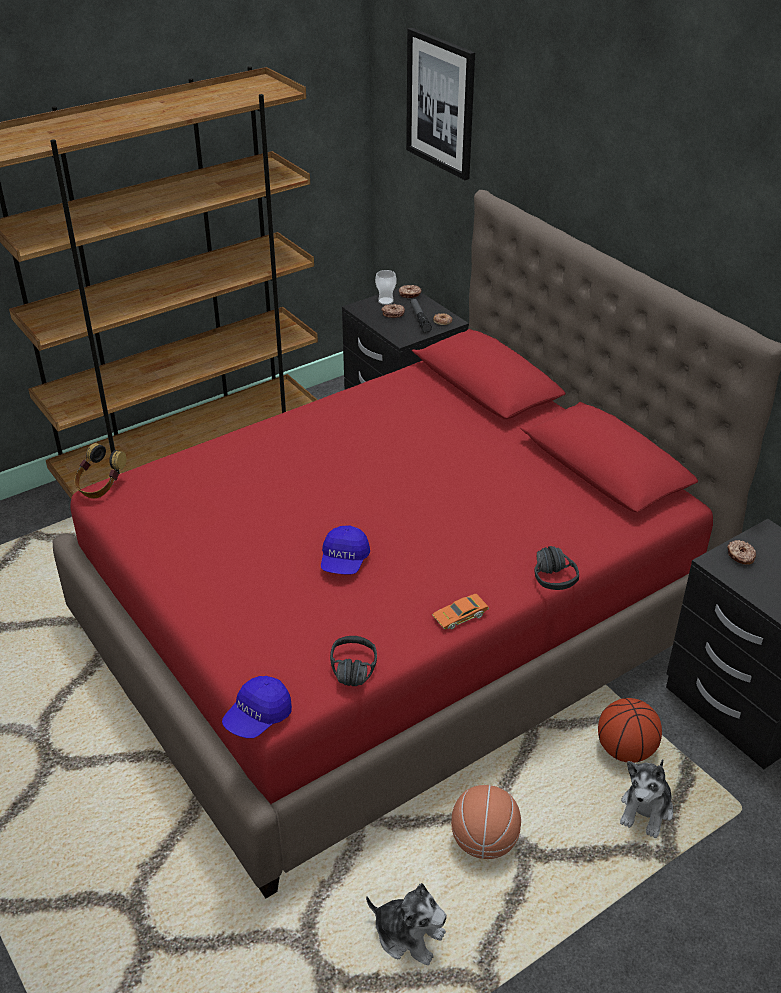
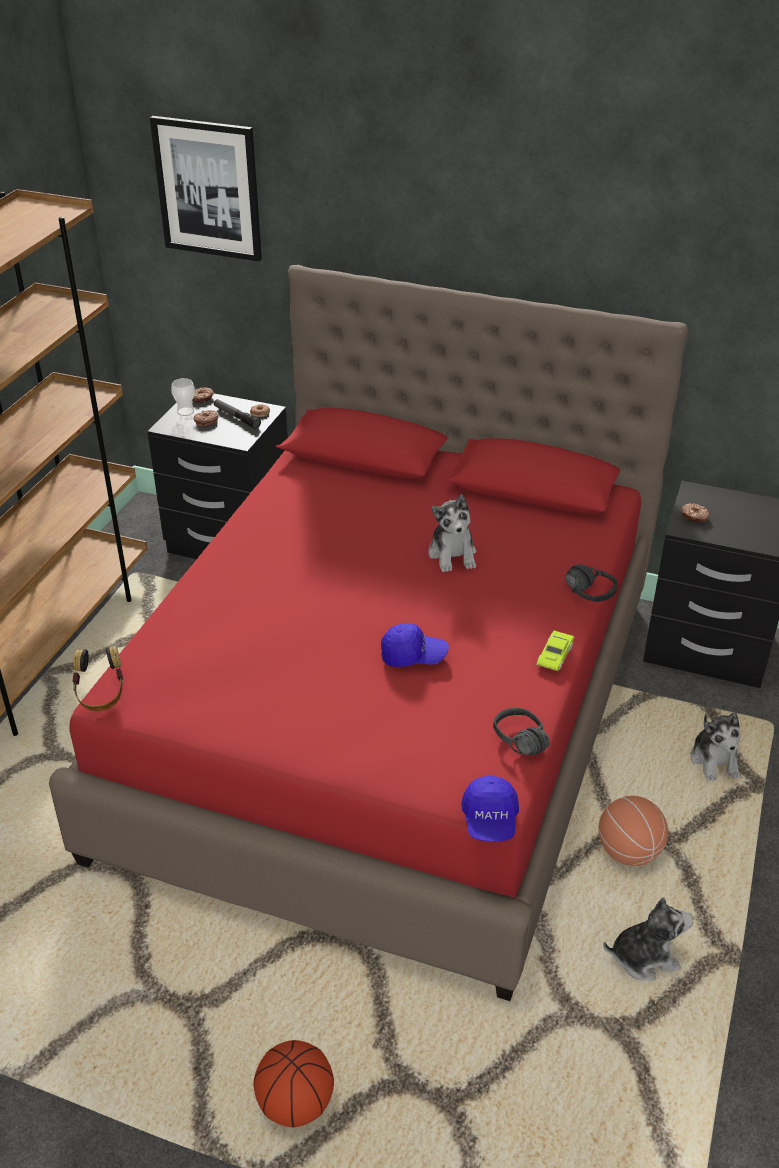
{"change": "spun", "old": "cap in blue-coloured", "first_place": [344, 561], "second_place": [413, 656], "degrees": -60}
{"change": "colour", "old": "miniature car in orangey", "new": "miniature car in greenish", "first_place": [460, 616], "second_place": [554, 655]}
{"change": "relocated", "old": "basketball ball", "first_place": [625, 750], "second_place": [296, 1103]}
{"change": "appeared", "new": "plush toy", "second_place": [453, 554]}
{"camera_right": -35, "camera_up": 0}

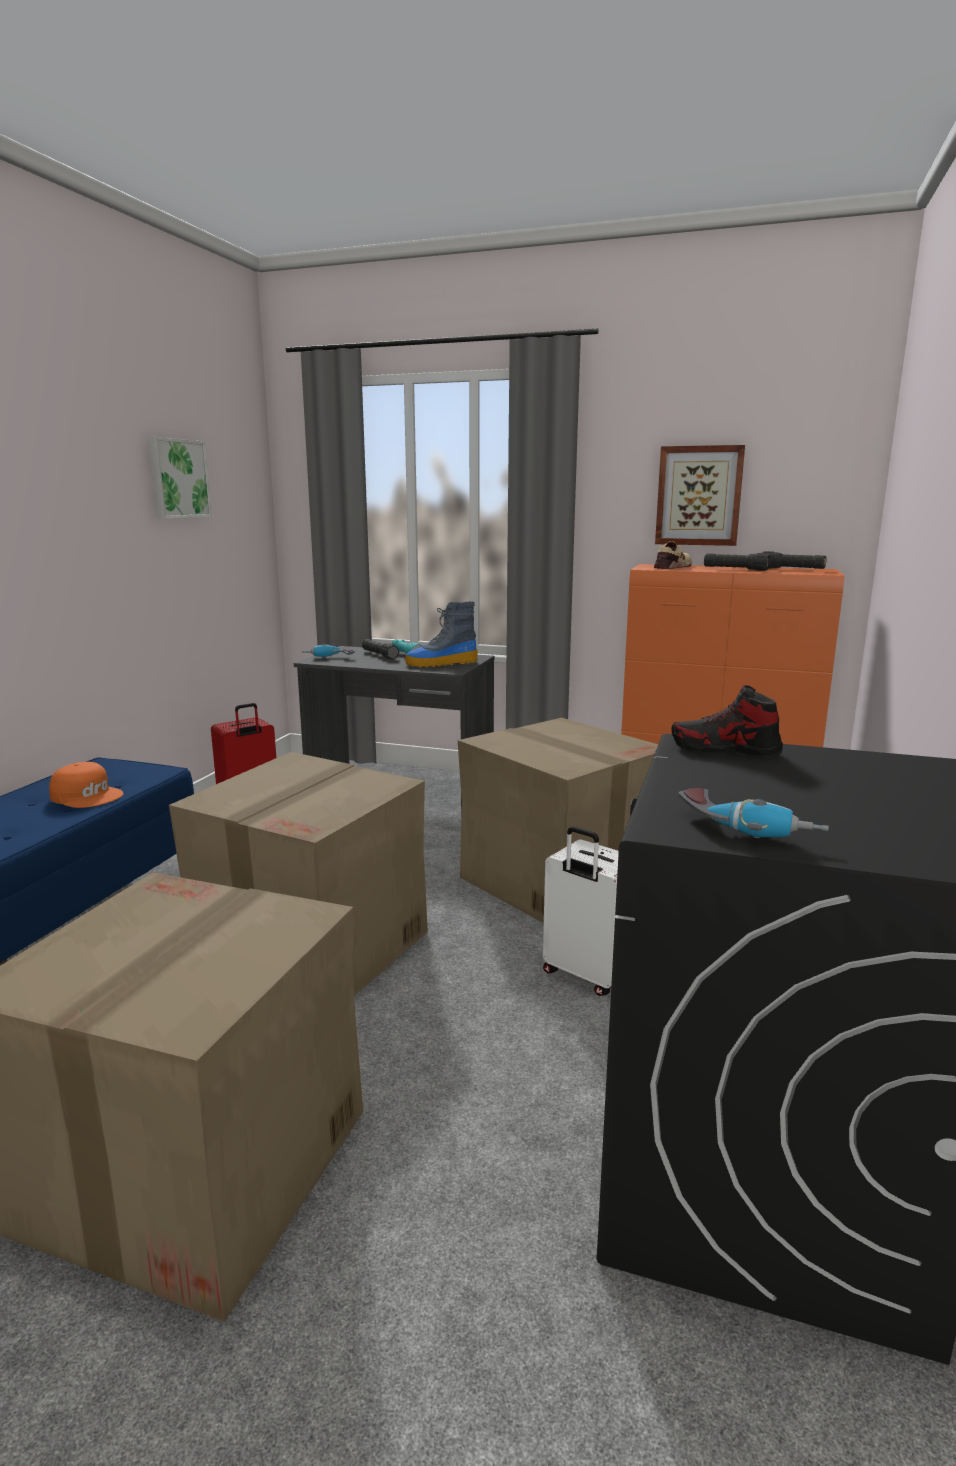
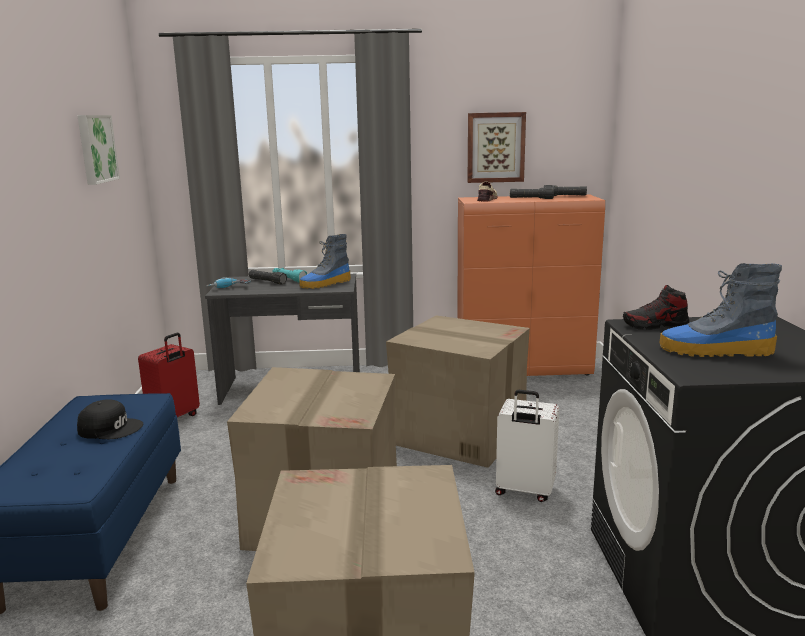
{"change": "colour", "old": "cap in orangey", "new": "cap in black", "first_place": [87, 795], "second_place": [110, 428]}
{"change": "missing", "old": "electric drill", "first_place": [747, 829]}
{"change": "appeared", "new": "boot", "second_place": [715, 351]}
{"camera_right": -20, "camera_up": 0}

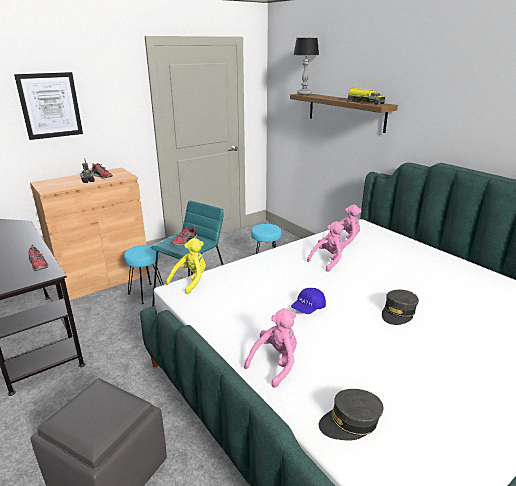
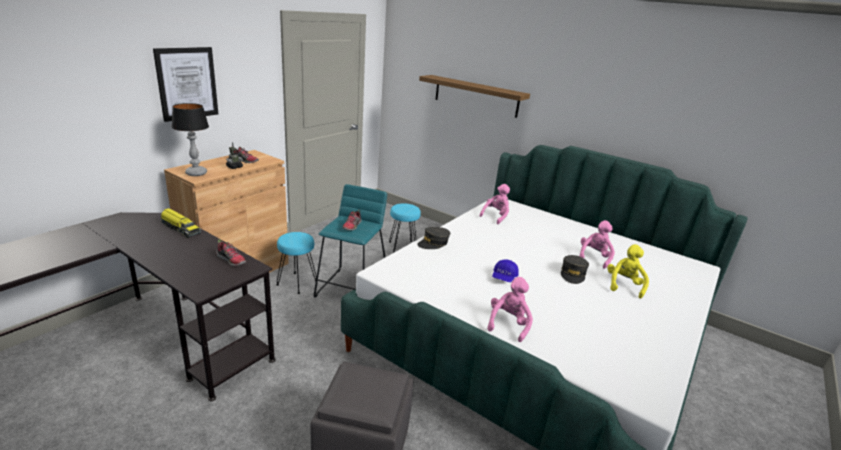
{"change": "relocated", "old": "plush toy in yellow-coloured", "first_place": [190, 281], "second_place": [624, 285]}
{"change": "relocated", "old": "lamp for a table", "first_place": [304, 94], "second_place": [196, 173]}
{"change": "relocated", "old": "plush toy in pinkish", "first_place": [328, 261], "second_place": [594, 257]}
{"change": "relocated", "old": "cap in gray", "first_place": [350, 422], "second_place": [433, 243]}
{"change": "relocated", "old": "model truck", "first_place": [365, 102], "second_place": [180, 229]}
{"camera_right": -20, "camera_up": 0}

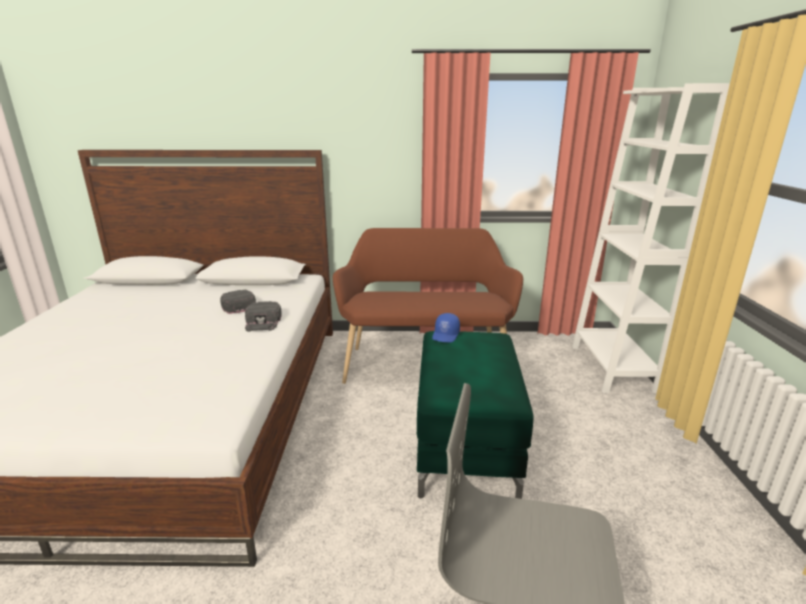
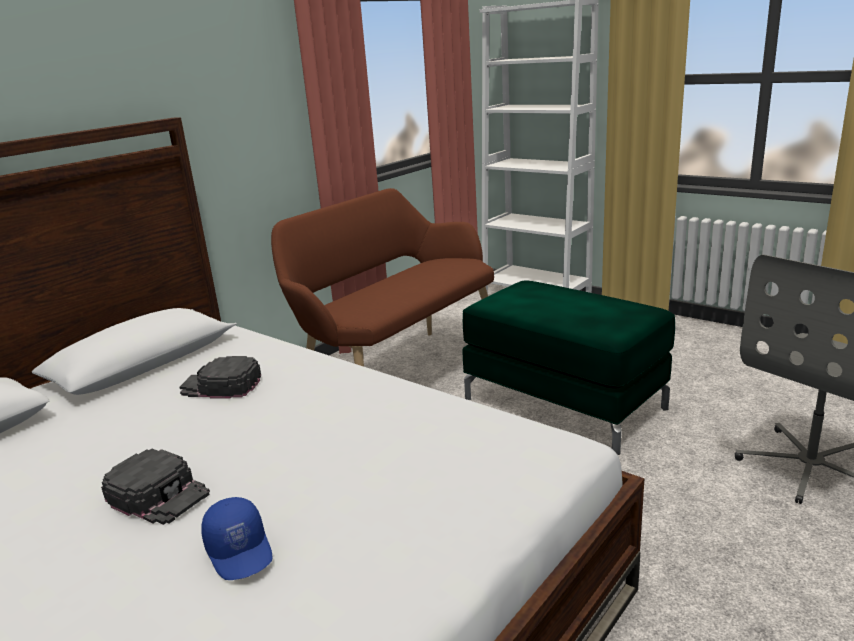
{"change": "relocated", "old": "cap in black", "first_place": [263, 321], "second_place": [159, 495]}
{"change": "relocated", "old": "cap in blue-coloured", "first_place": [446, 335], "second_place": [241, 551]}
{"camera_right": -50, "camera_up": 0}

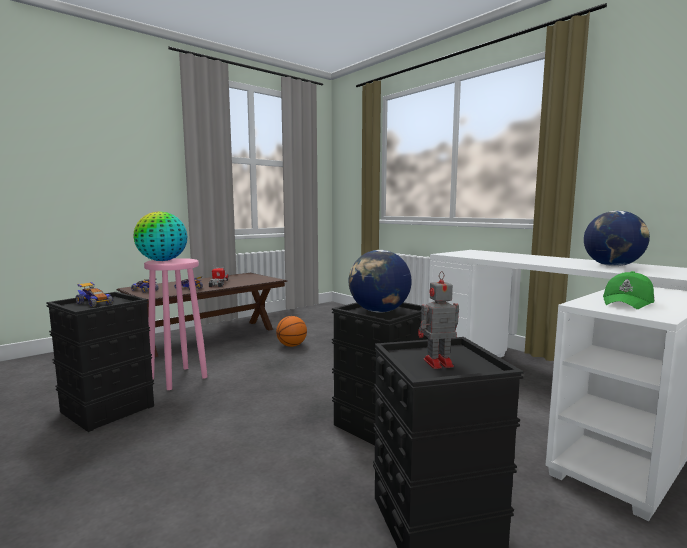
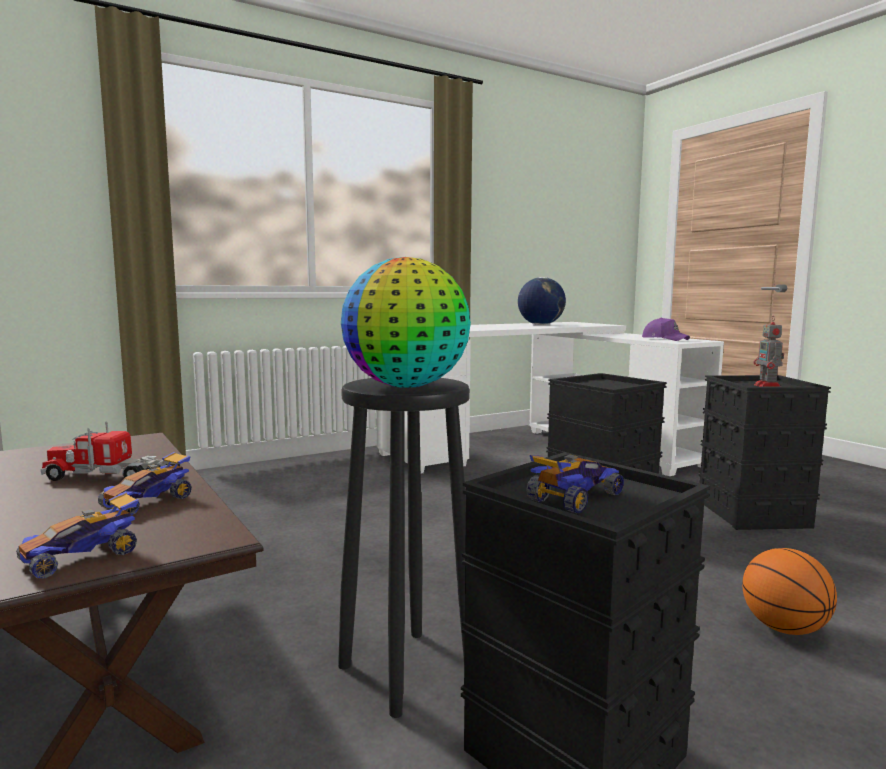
{"change": "colour", "old": "sitting stool in pinkish", "new": "sitting stool in black", "first_place": [179, 378], "second_place": [406, 669]}
{"change": "relocated", "old": "basketball ball", "first_place": [291, 345], "second_place": [784, 628]}
{"change": "missing", "old": "world globe", "first_place": [379, 311]}
{"change": "colour", "old": "cap in greenish", "new": "cap in purple", "first_place": [628, 302], "second_place": [664, 339]}
{"camera_right": -80, "camera_up": 0}

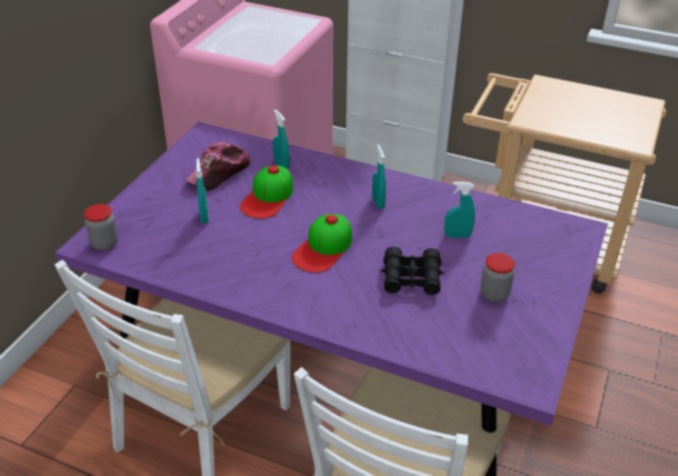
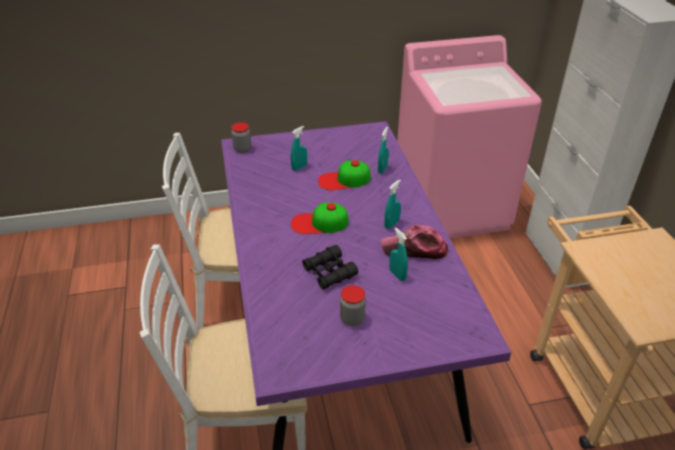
{"change": "relocated", "old": "cap", "first_place": [219, 172], "second_place": [414, 249]}
{"camera_right": 55, "camera_up": 0}

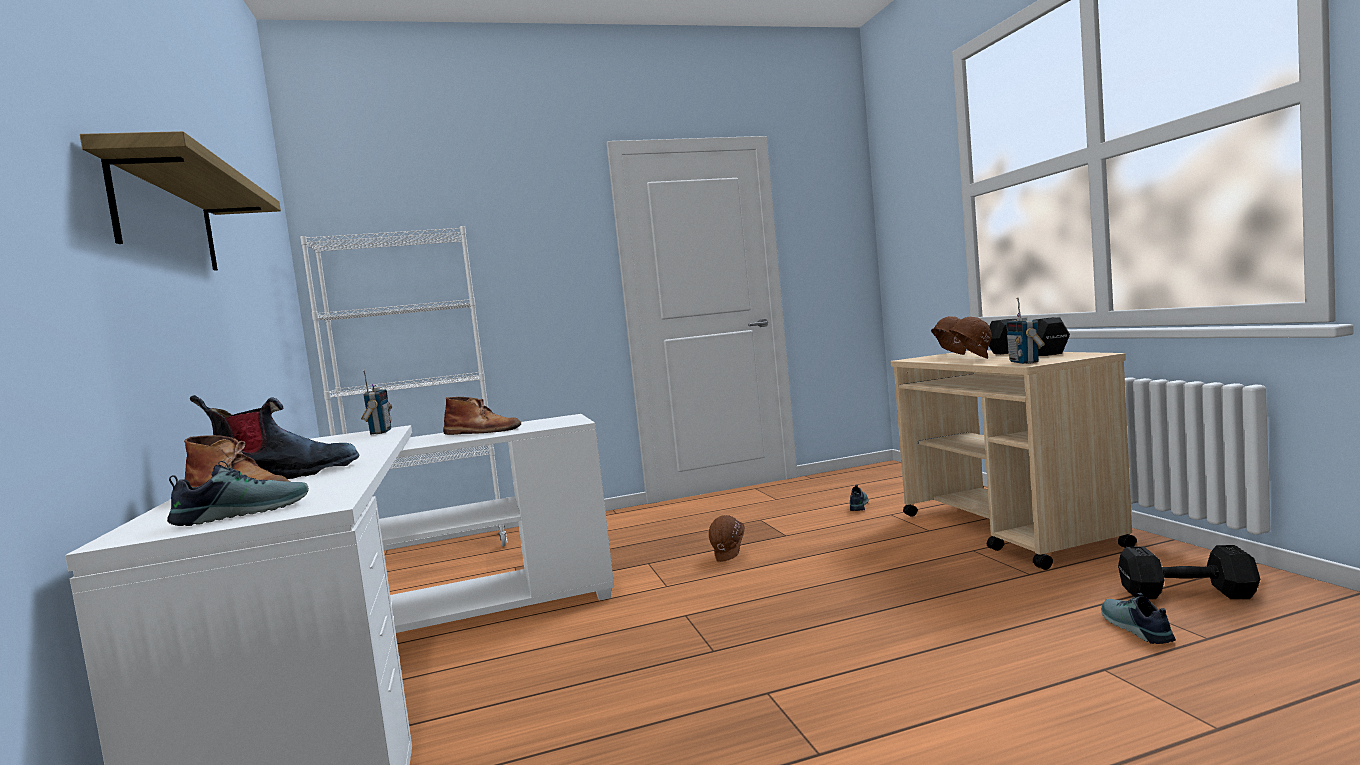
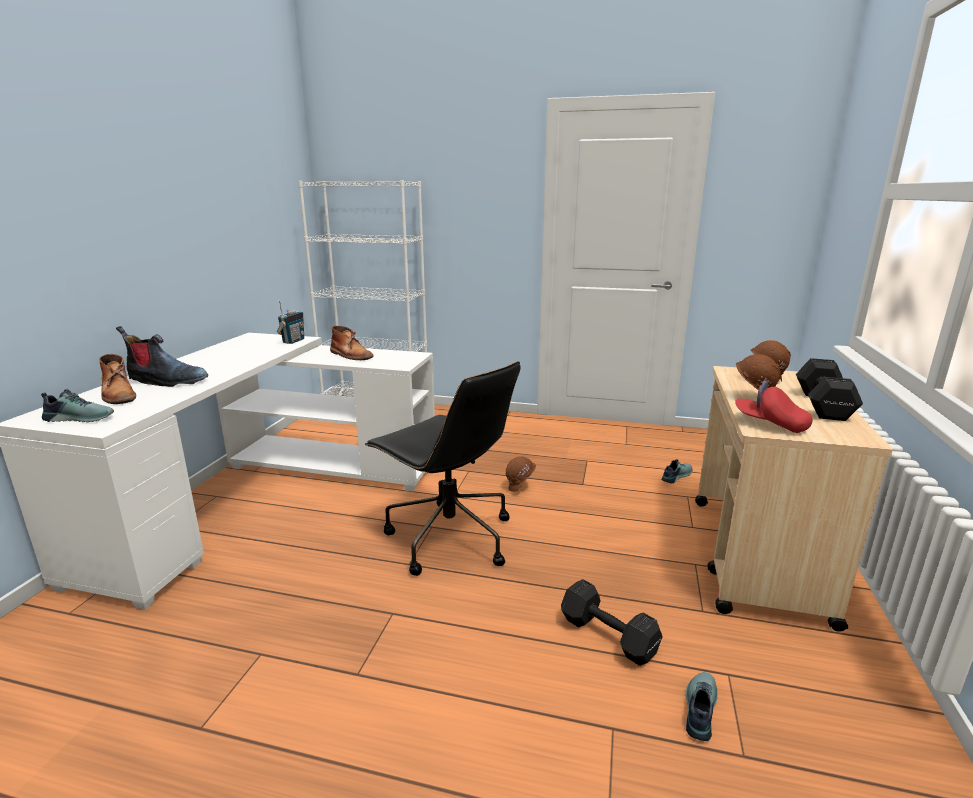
{"change": "missing", "old": "wall shelf", "first_place": [166, 217]}
{"change": "exchanged", "old": "radio", "new": "cap in red-coloured", "first_place": [1024, 362], "second_place": [770, 424]}
{"change": "relocated", "old": "hand weight in black", "first_place": [1190, 594], "second_place": [609, 637]}
{"change": "appeared", "new": "desk chair in black", "second_place": [448, 537]}
{"camera_right": 30, "camera_up": 15}

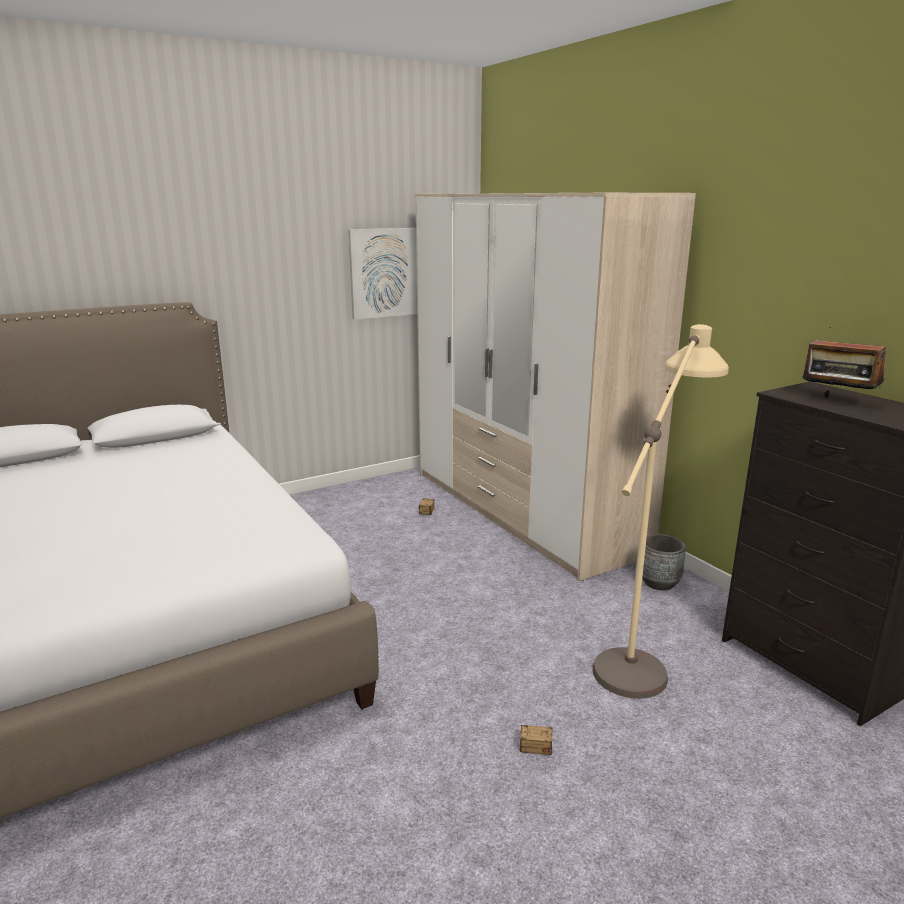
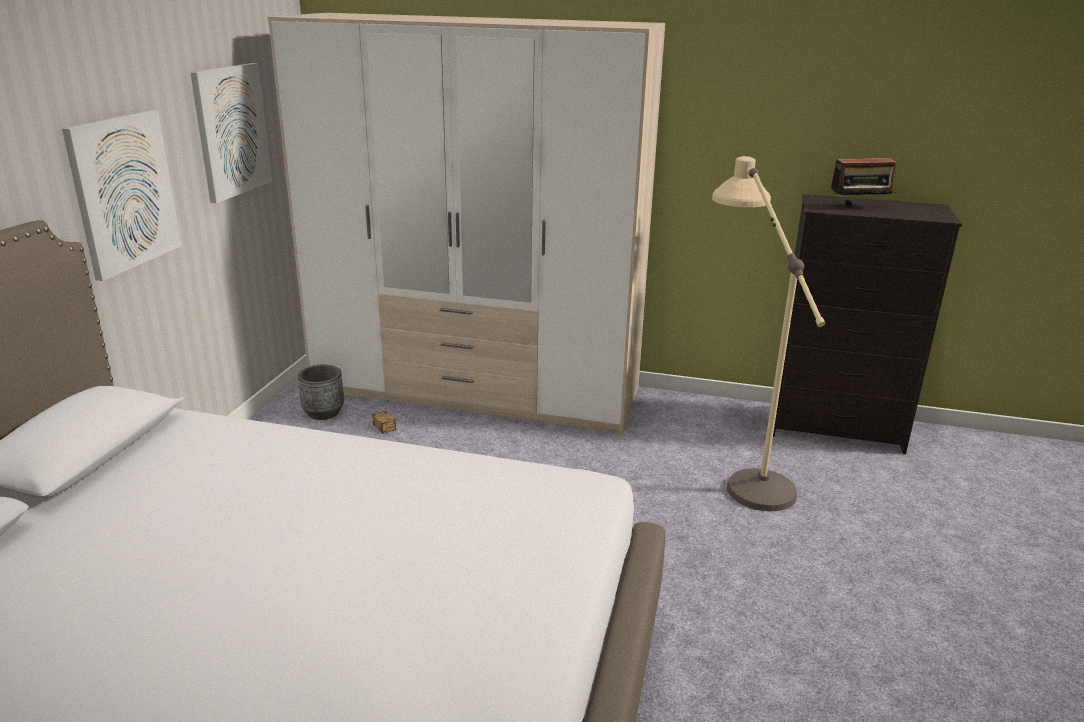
{"change": "missing", "old": "storage bin", "first_place": [557, 749]}
{"change": "relocated", "old": "flower pot in gray", "first_place": [659, 582], "second_place": [323, 413]}
{"change": "appeared", "new": "wall picture", "second_place": [124, 192]}
{"camera_right": -45, "camera_up": 5}

